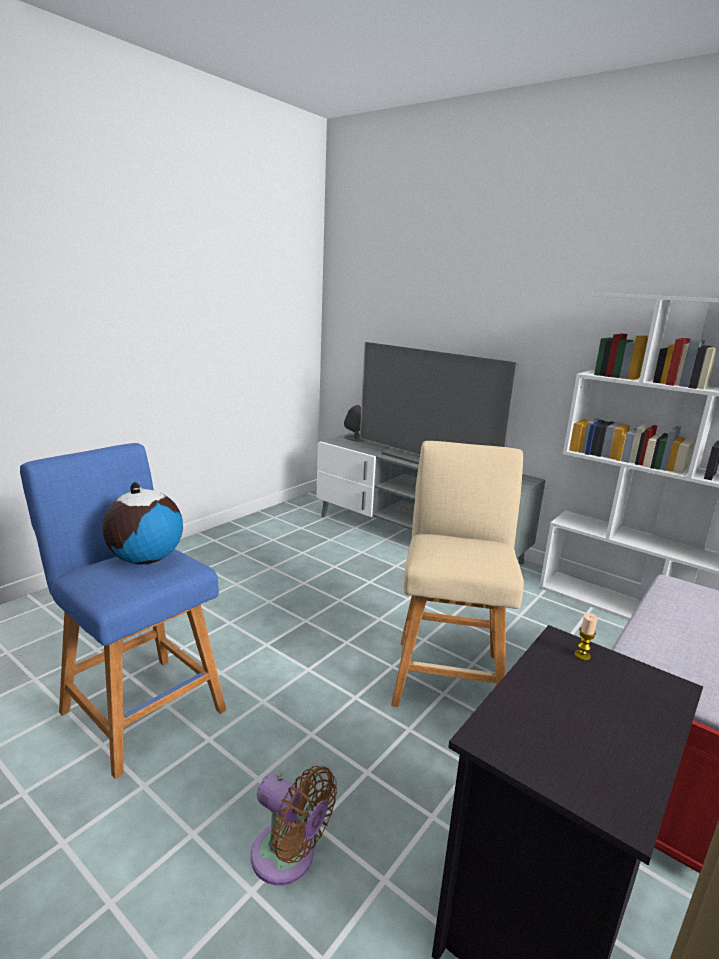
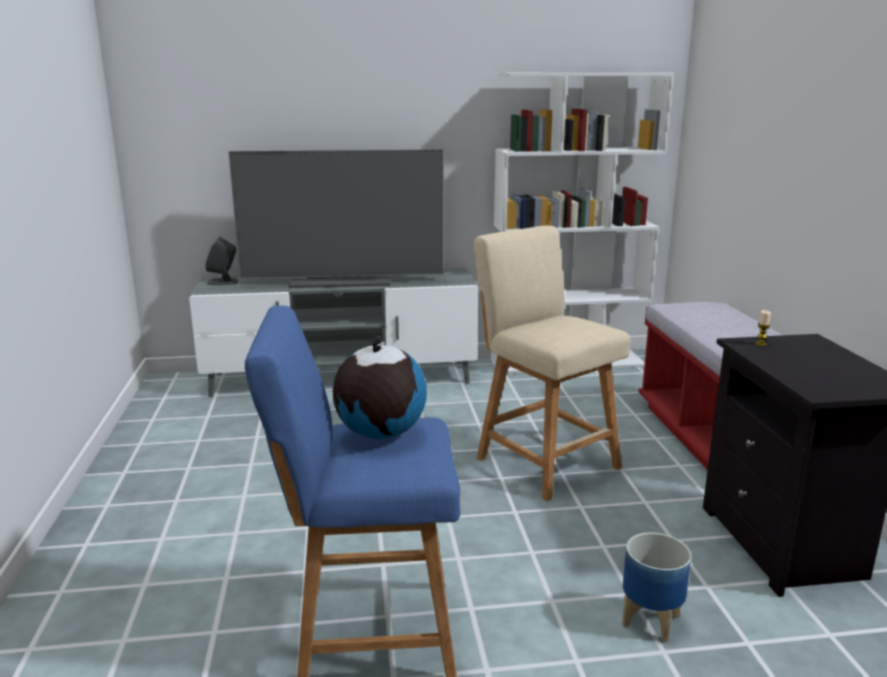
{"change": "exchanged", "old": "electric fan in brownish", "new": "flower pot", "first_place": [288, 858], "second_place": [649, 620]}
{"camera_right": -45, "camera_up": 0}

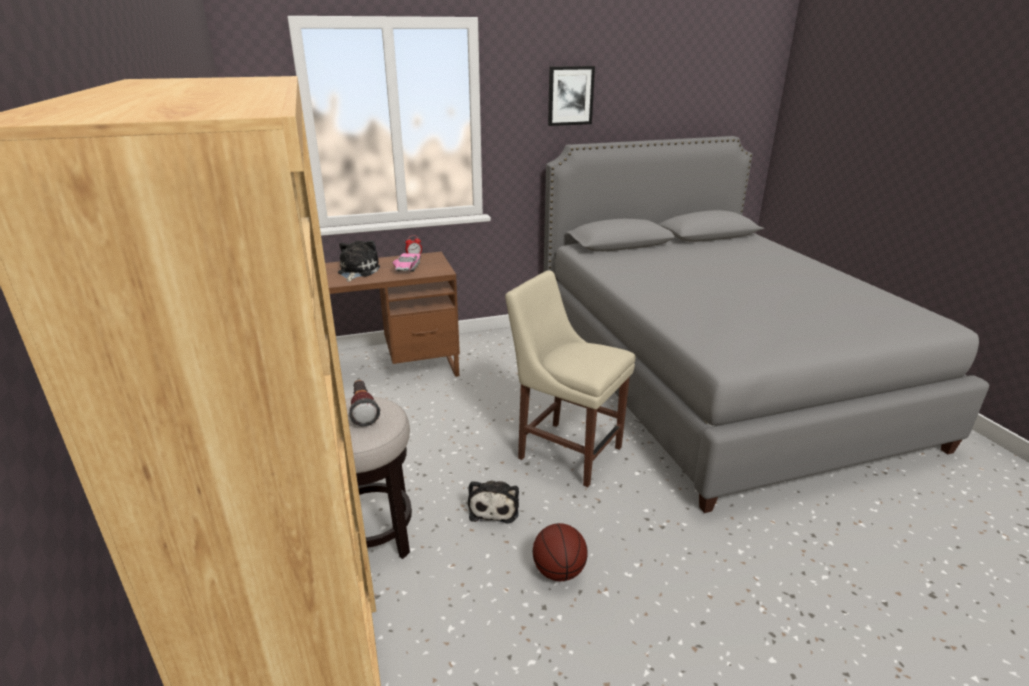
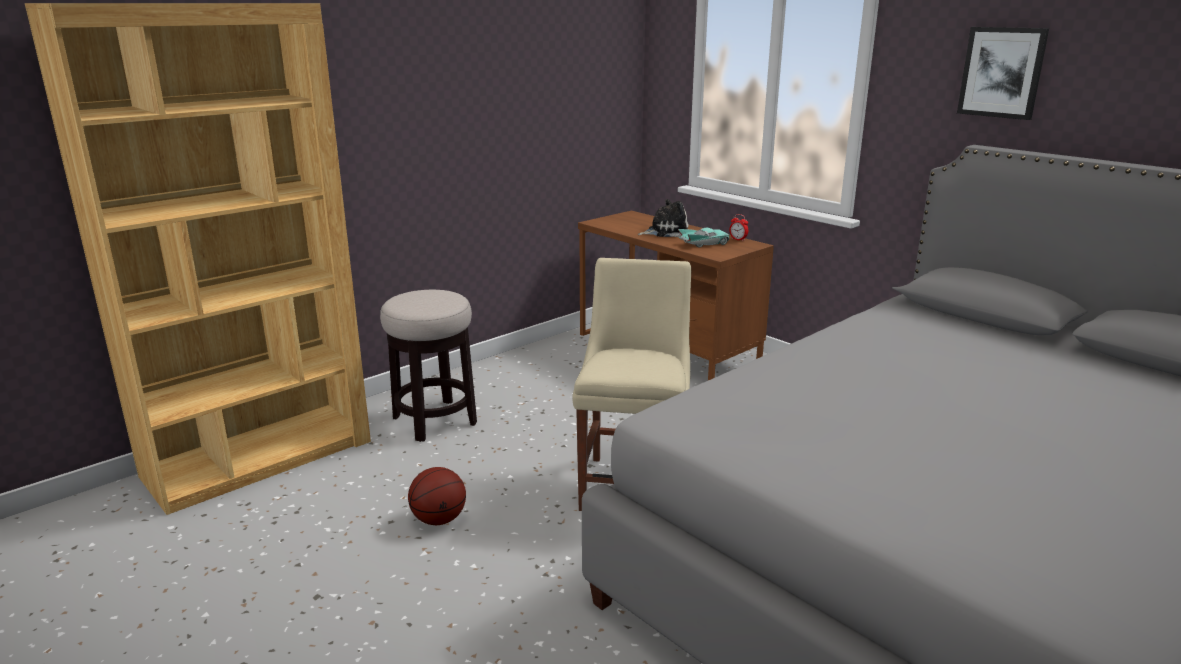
{"change": "missing", "old": "hand torch", "first_place": [363, 411]}
{"change": "colour", "old": "miniature car in pinkish", "new": "miniature car in turquoise", "first_place": [408, 268], "second_place": [704, 244]}
{"change": "missing", "old": "plush toy", "first_place": [494, 507]}
{"camera_right": 65, "camera_up": -5}

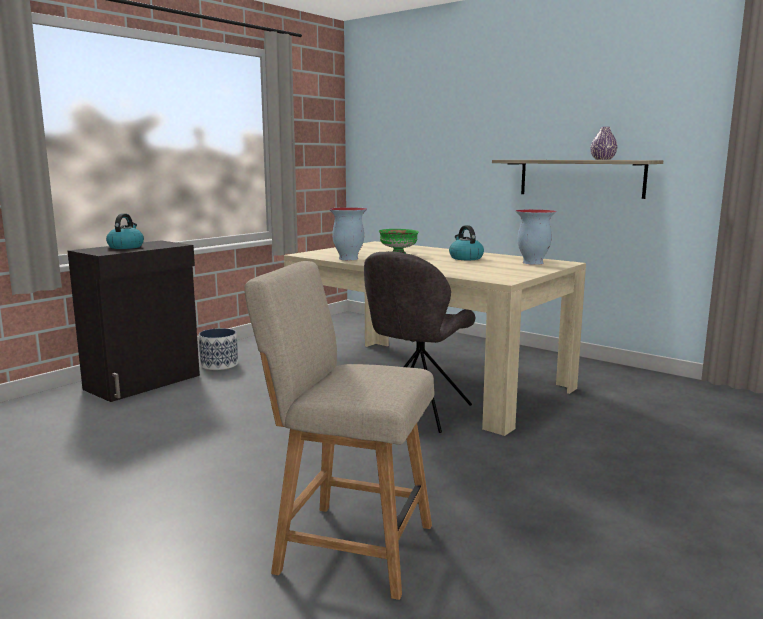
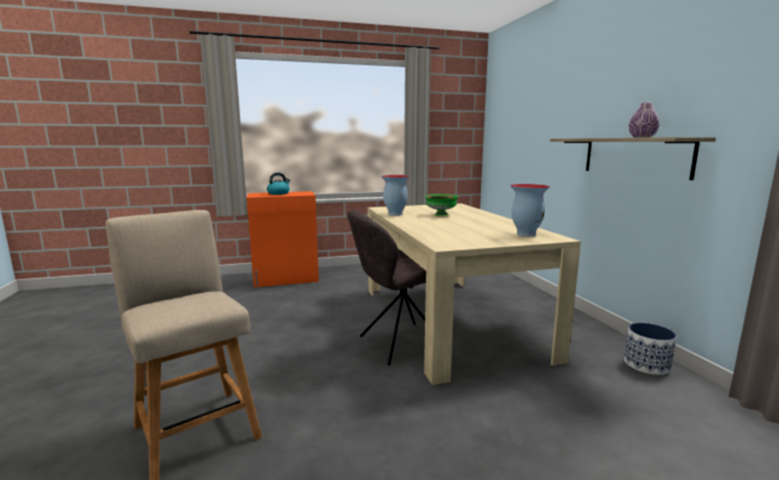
{"change": "colour", "old": "cabinet in black", "new": "cabinet in orangey", "first_place": [144, 382], "second_place": [286, 279]}
{"change": "relocated", "old": "flower pot", "first_place": [219, 364], "second_place": [646, 364]}
{"change": "missing", "old": "water kettle", "first_place": [465, 258]}
{"camera_right": 35, "camera_up": 0}

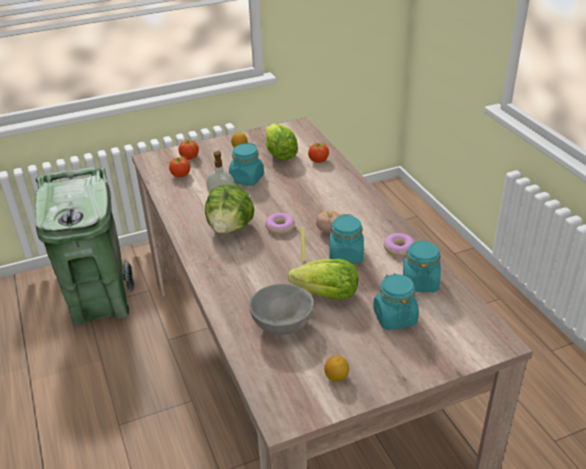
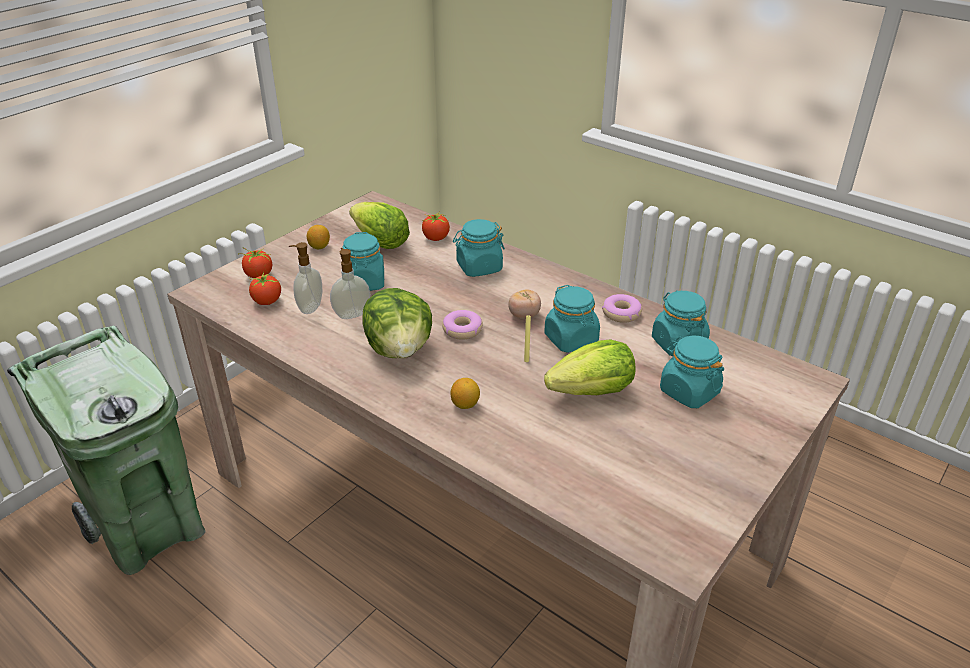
{"change": "missing", "old": "serving bowl in gray", "first_place": [282, 324]}
{"change": "relocated", "old": "citrus fruit", "first_place": [336, 377], "second_place": [465, 404]}
{"change": "appeared", "new": "soap bottle", "second_place": [309, 307]}
{"change": "appeared", "new": "jar in turquoise", "second_place": [479, 267]}
{"camera_right": -30, "camera_up": 0}

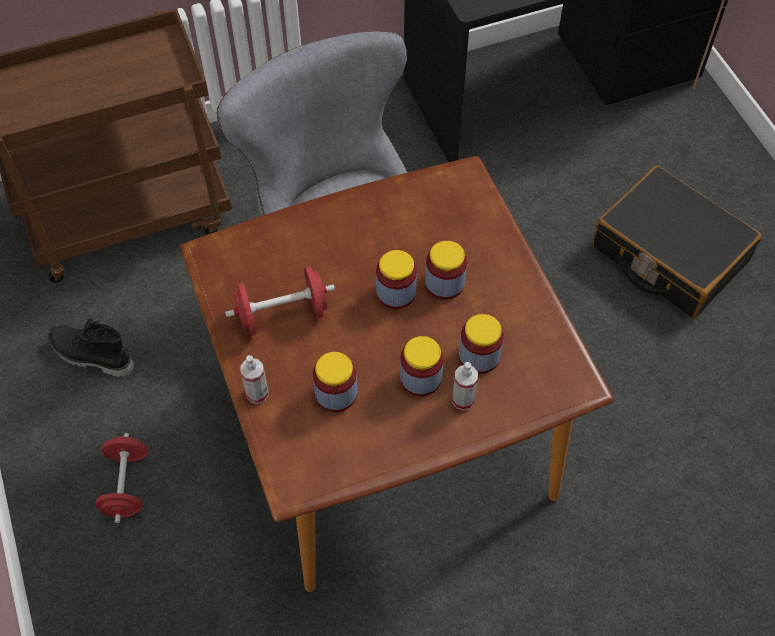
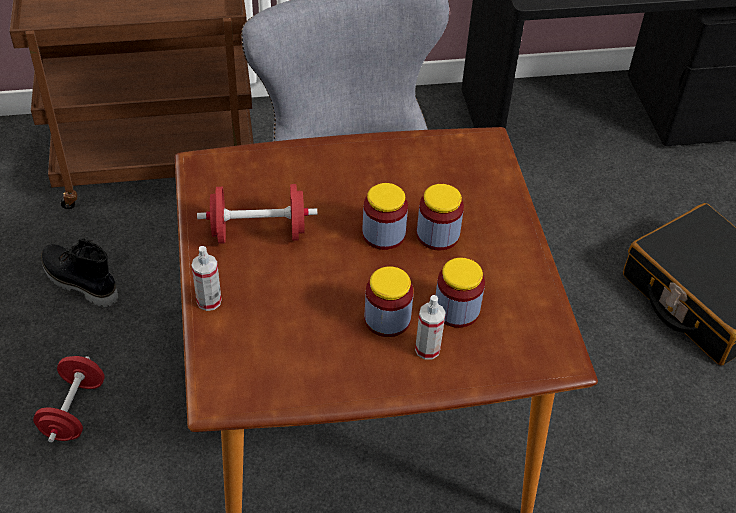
{"change": "missing", "old": "jar", "first_place": [336, 393]}
{"camera_right": 10, "camera_up": -10}

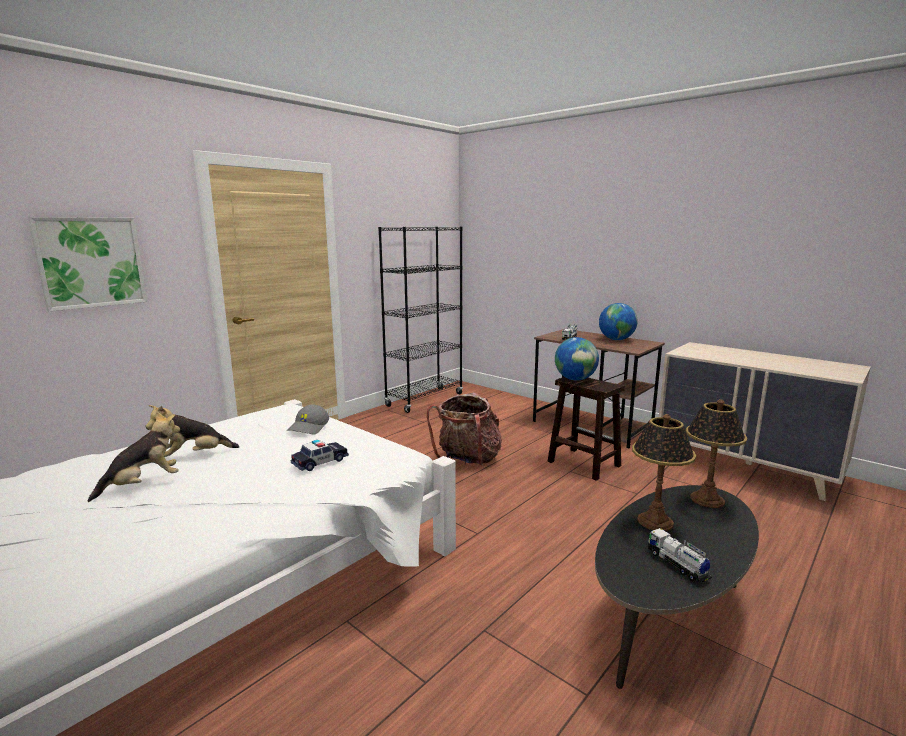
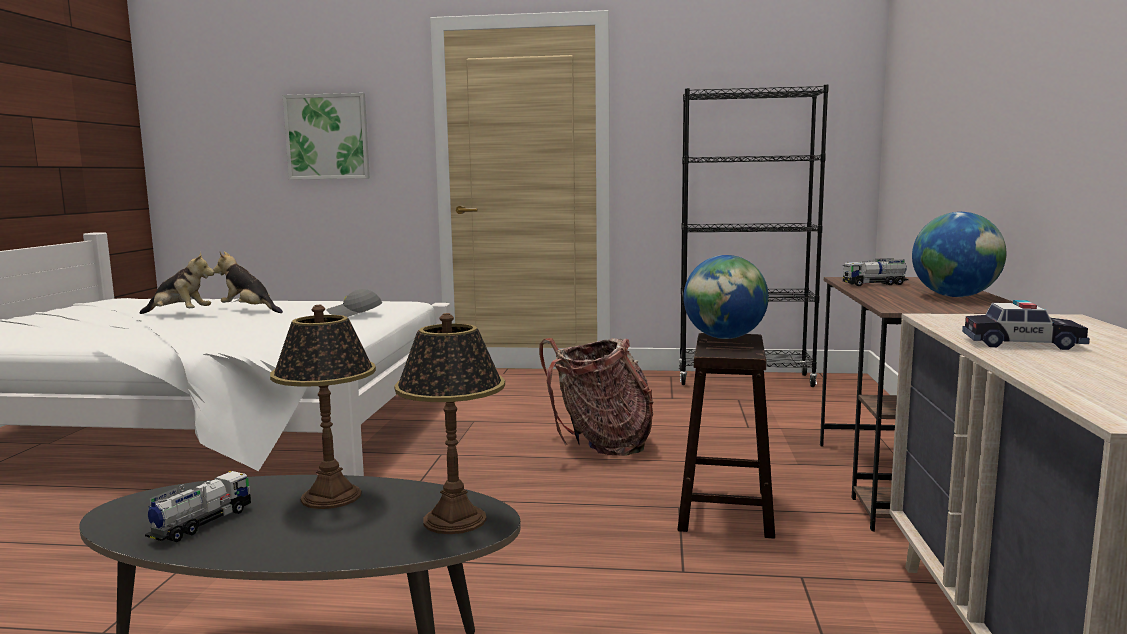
{"change": "relocated", "old": "miniature car", "first_place": [320, 462], "second_place": [1022, 343]}
{"camera_right": 55, "camera_up": -5}

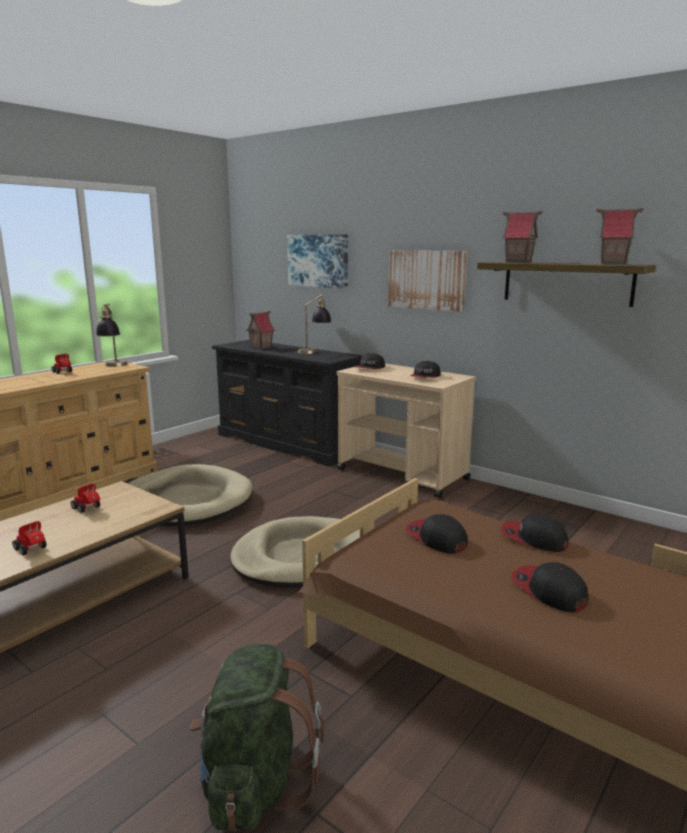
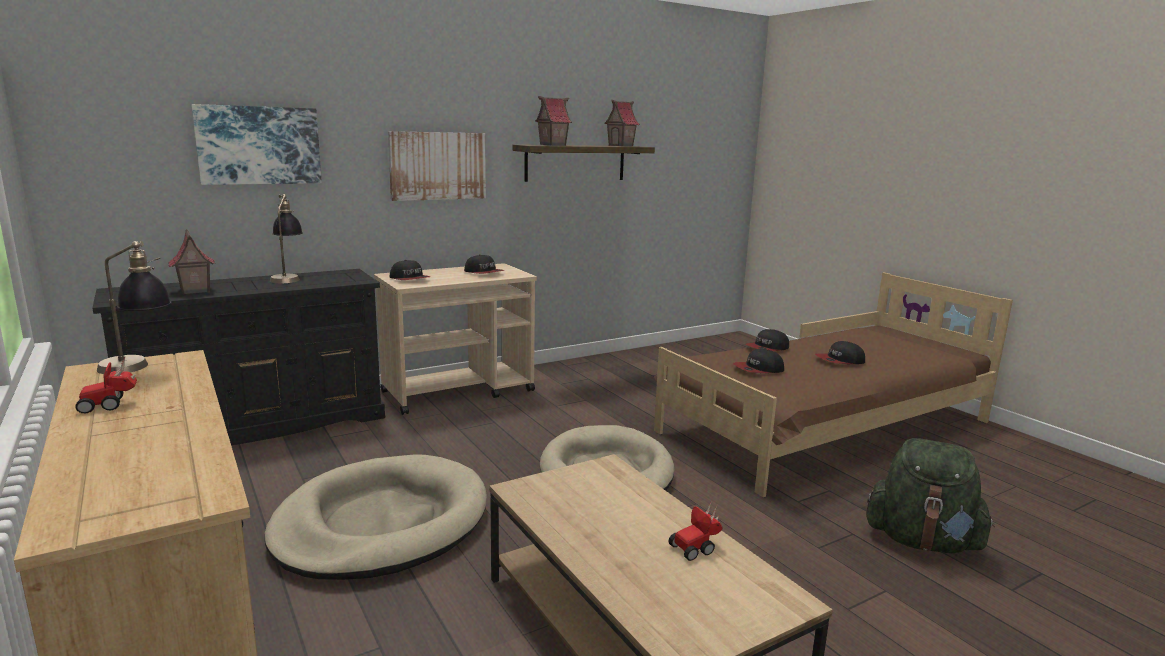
{"change": "missing", "old": "miniature car", "first_place": [88, 509]}
{"camera_right": -70, "camera_up": 0}

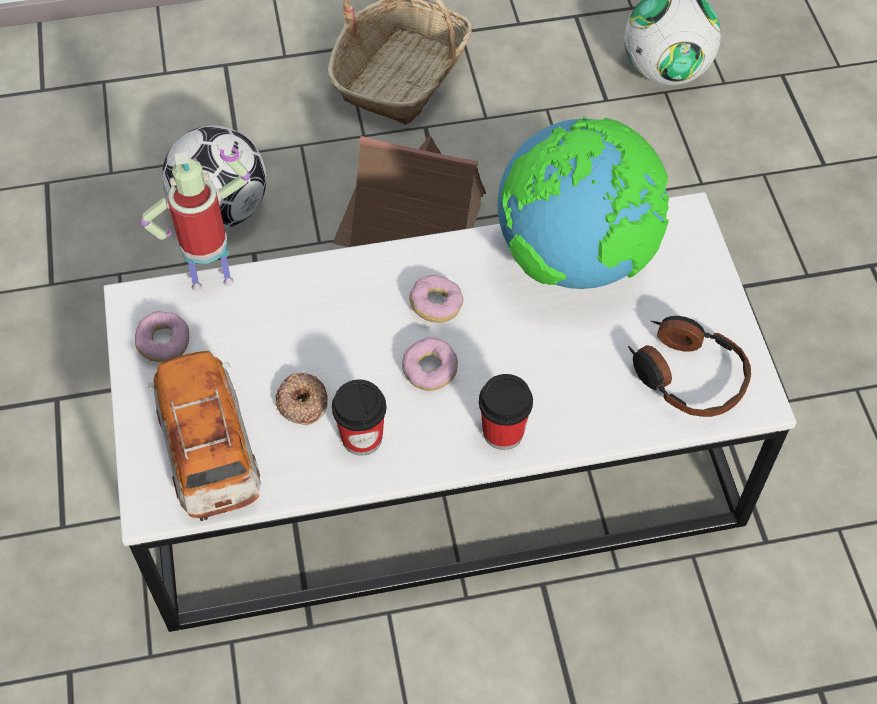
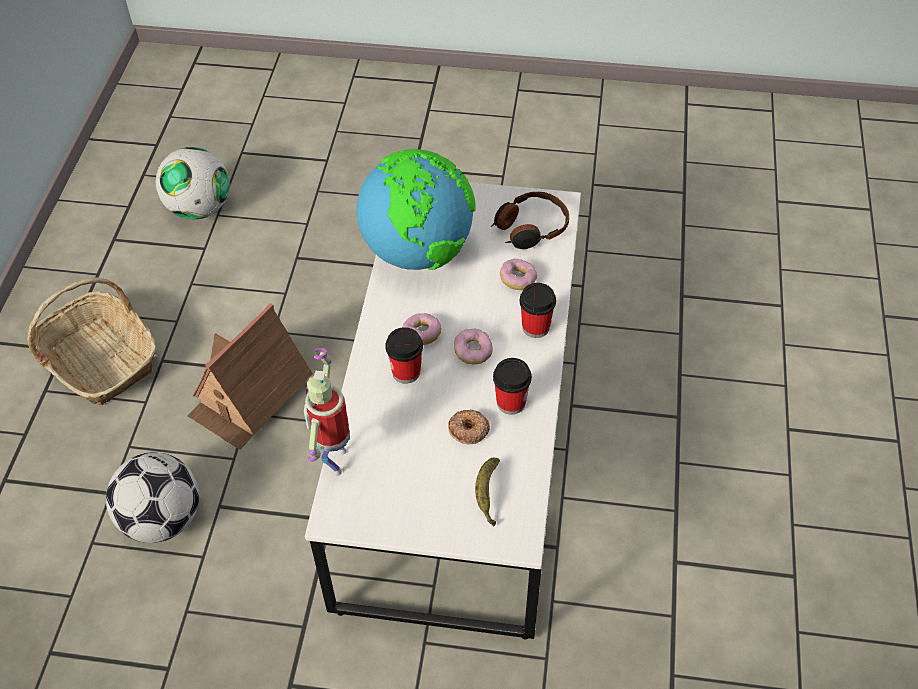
{"change": "relocated", "old": "ring doughnut", "first_place": [164, 344], "second_place": [518, 280]}
{"change": "exchanged", "old": "miniature car", "new": "banana", "first_place": [210, 451], "second_place": [487, 494]}
{"change": "appeared", "new": "small cup", "second_place": [406, 372]}
{"camera_right": -70, "camera_up": -5}

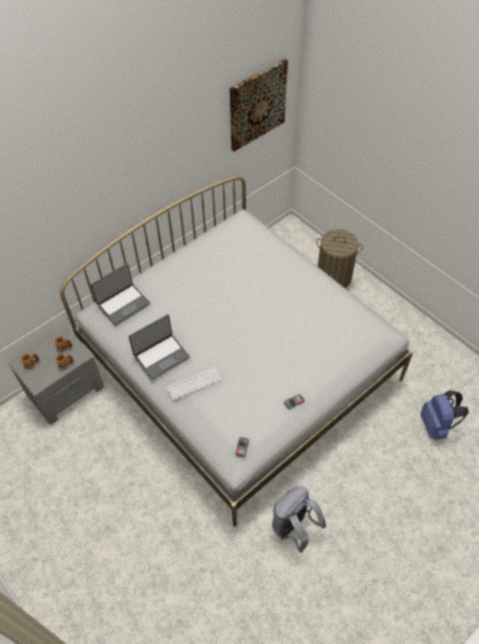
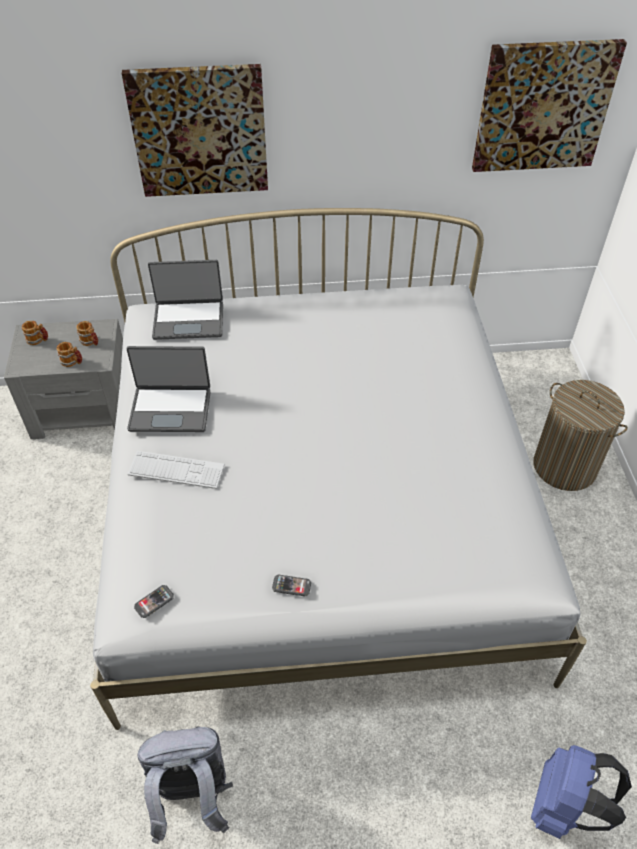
{"change": "appeared", "new": "wall picture", "second_place": [199, 131]}
{"camera_right": 35, "camera_up": -5}

